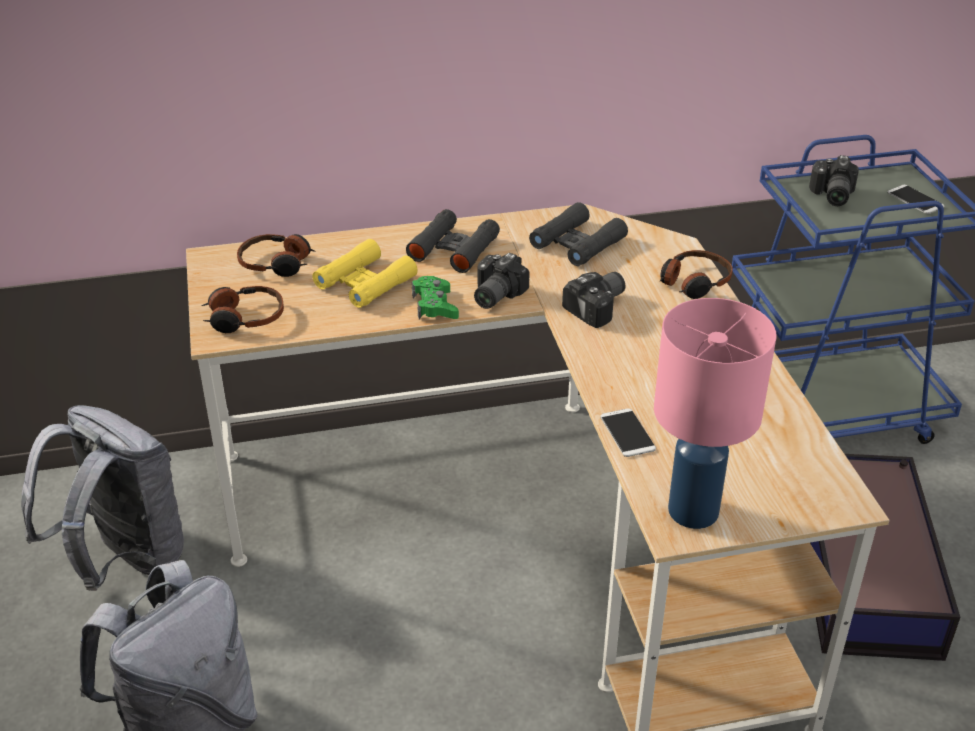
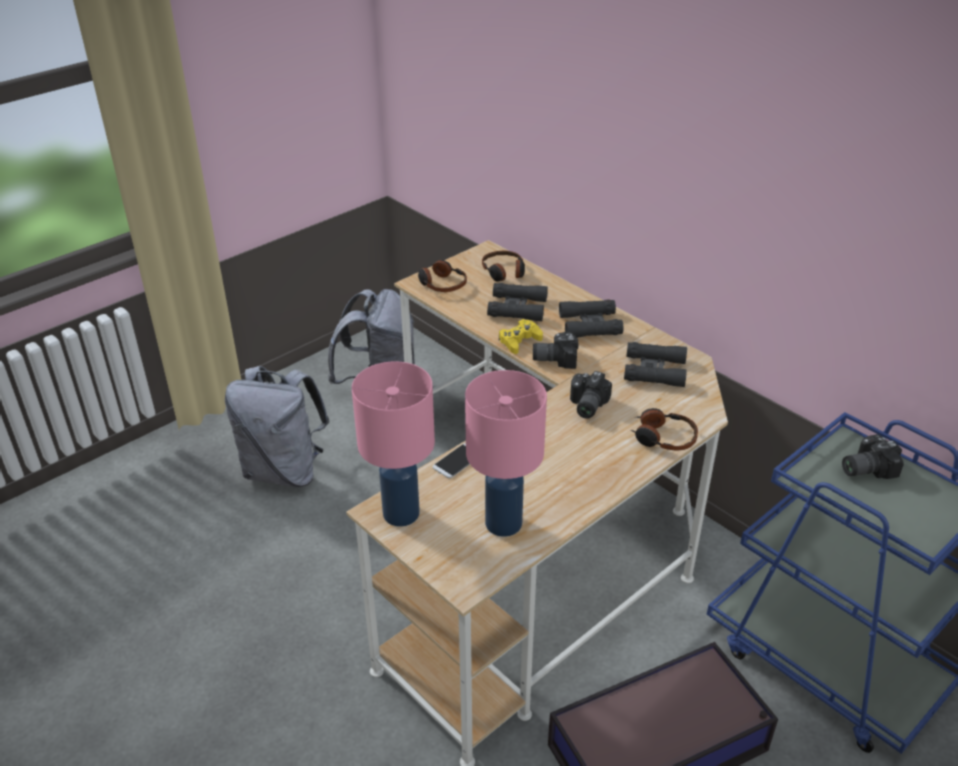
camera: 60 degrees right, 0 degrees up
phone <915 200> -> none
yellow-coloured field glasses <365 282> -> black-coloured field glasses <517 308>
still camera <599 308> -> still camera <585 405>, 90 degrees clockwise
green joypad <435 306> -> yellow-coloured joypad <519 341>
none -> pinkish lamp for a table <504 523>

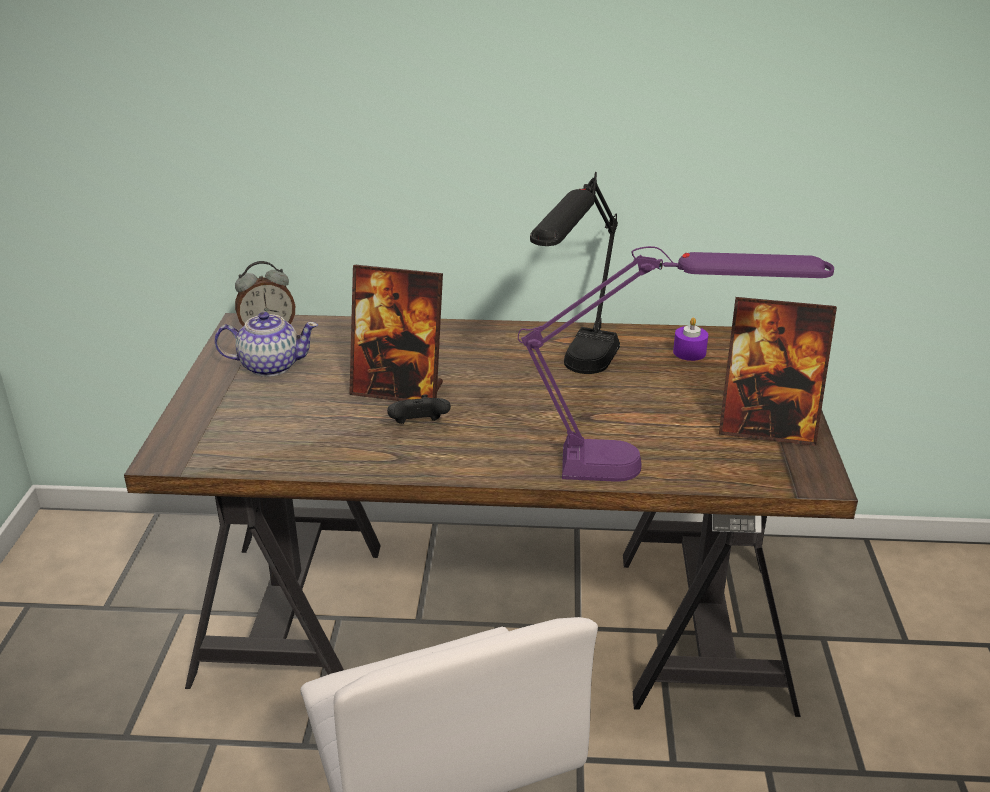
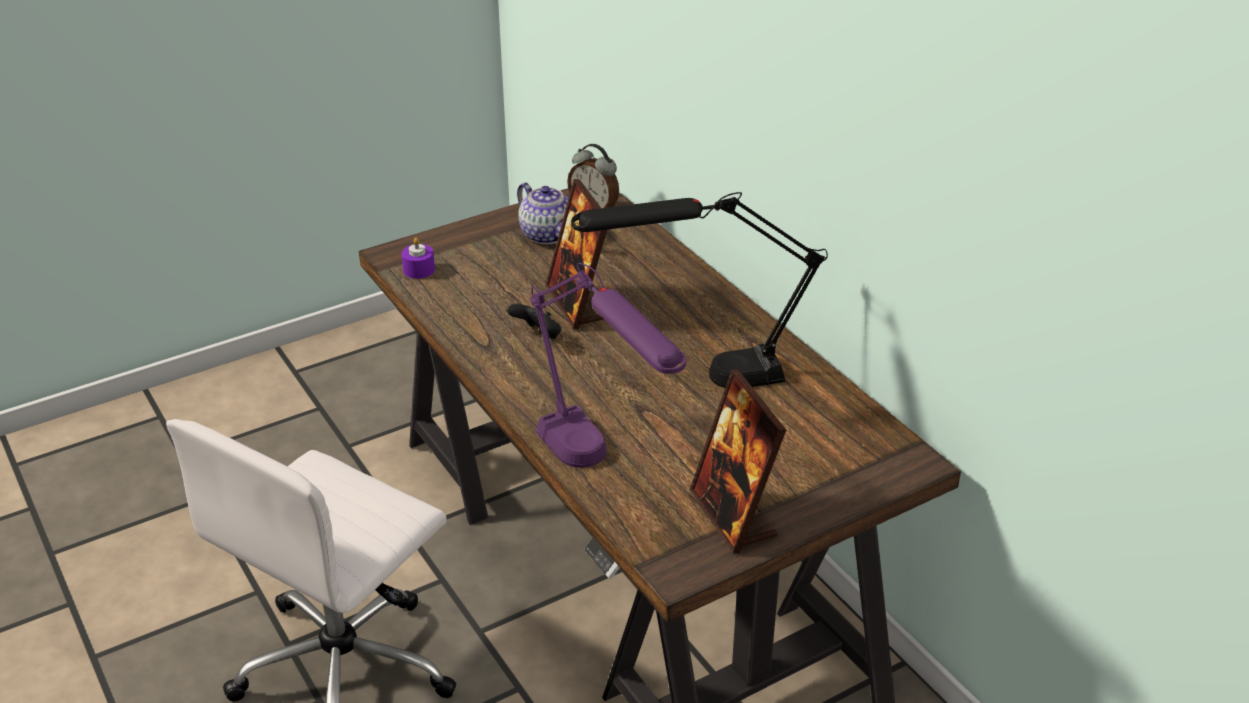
camera: 55 degrees right, 5 degrees up
purplish candle <689 352> -> purplish candle <419 270>, move

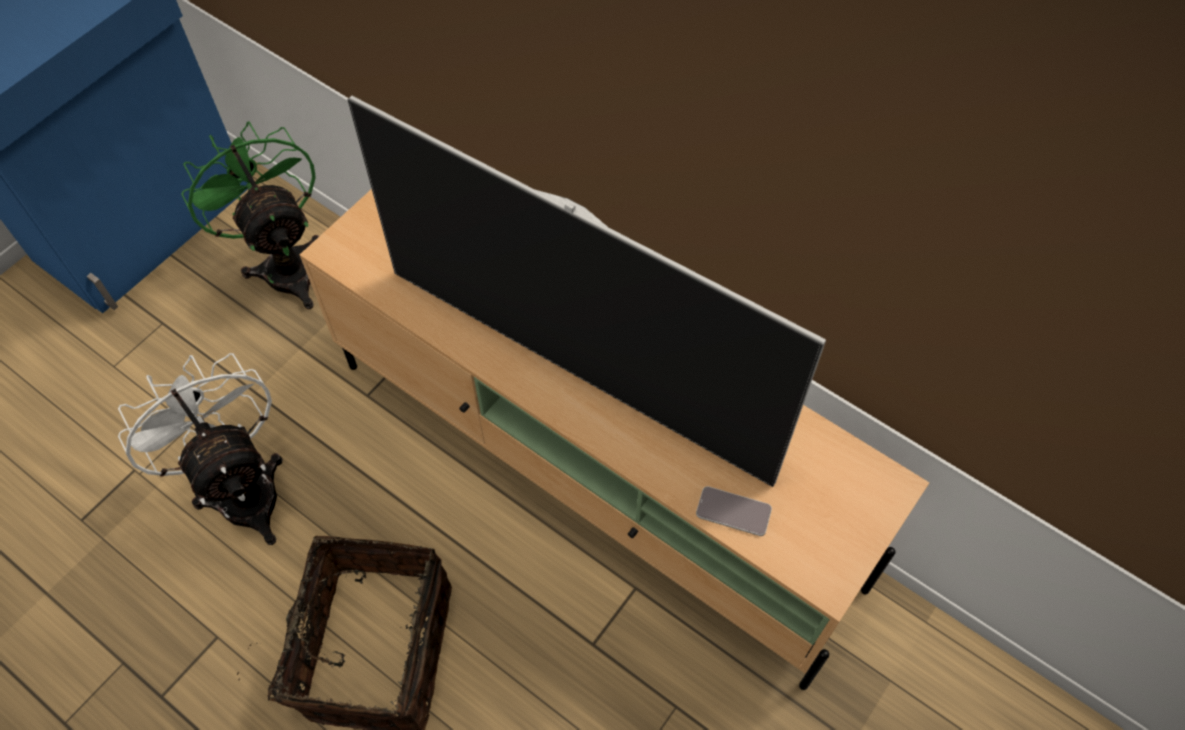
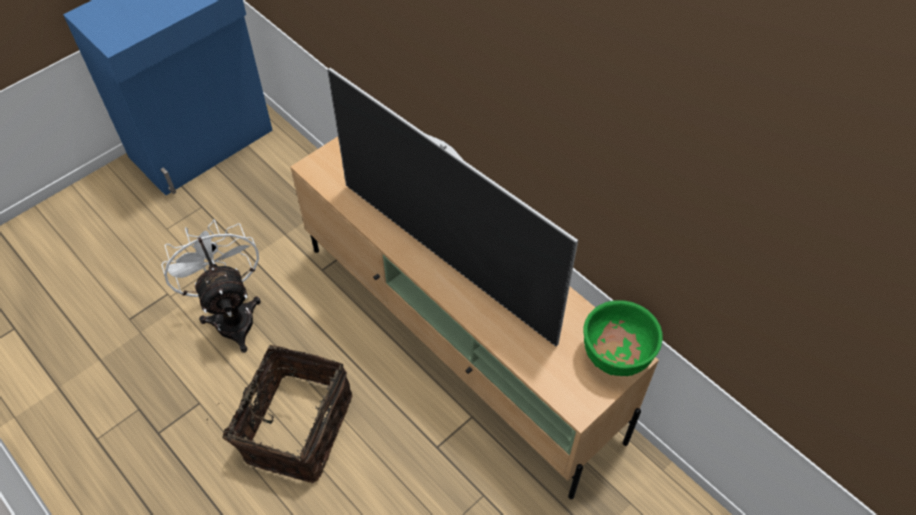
camera: 10 degrees right, 5 degrees down
green fan <285 263> -> none
phone <733 512> -> none
none -> green deep dish <617 355>

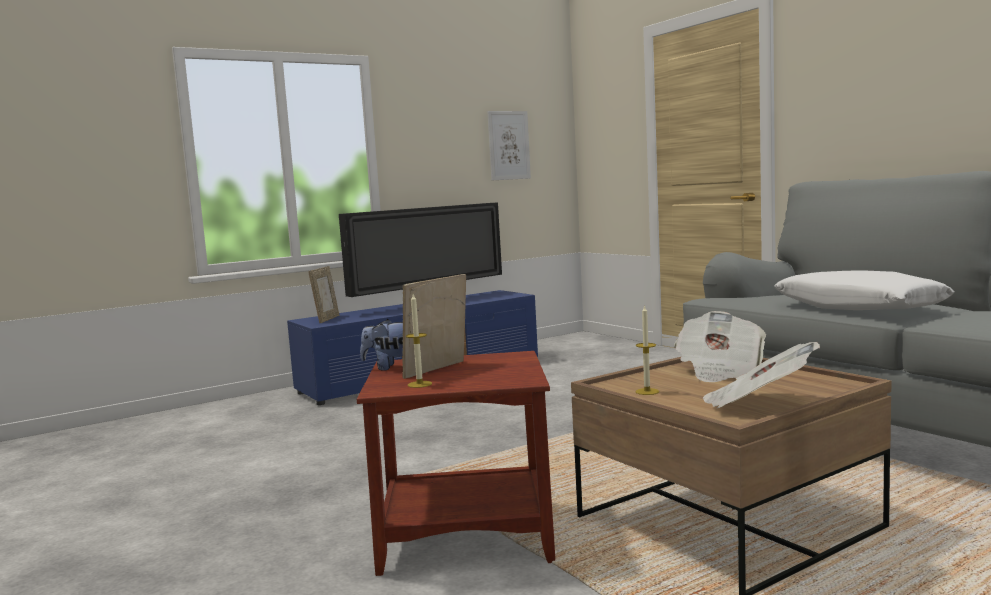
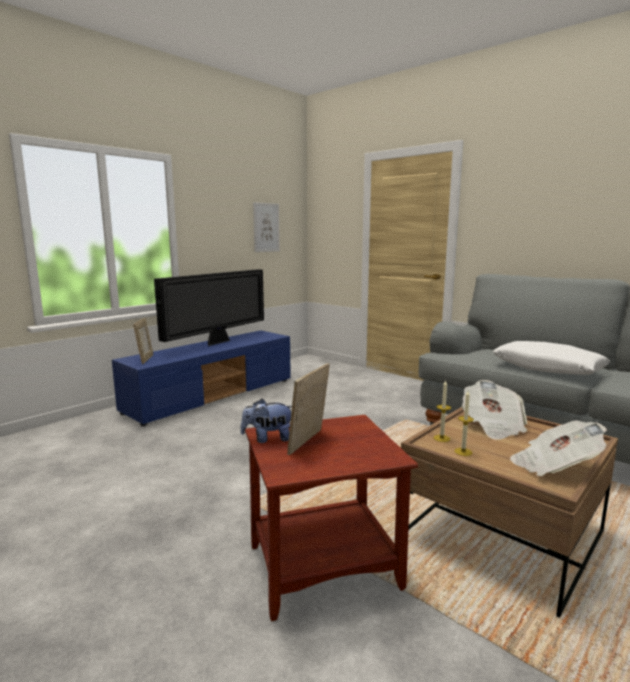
camera: 15 degrees left, 5 degrees up
candle <419 384> -> candle <441 438>, move

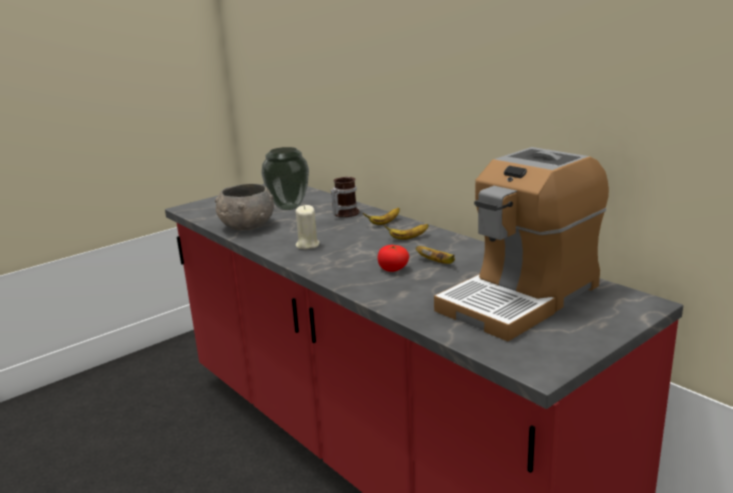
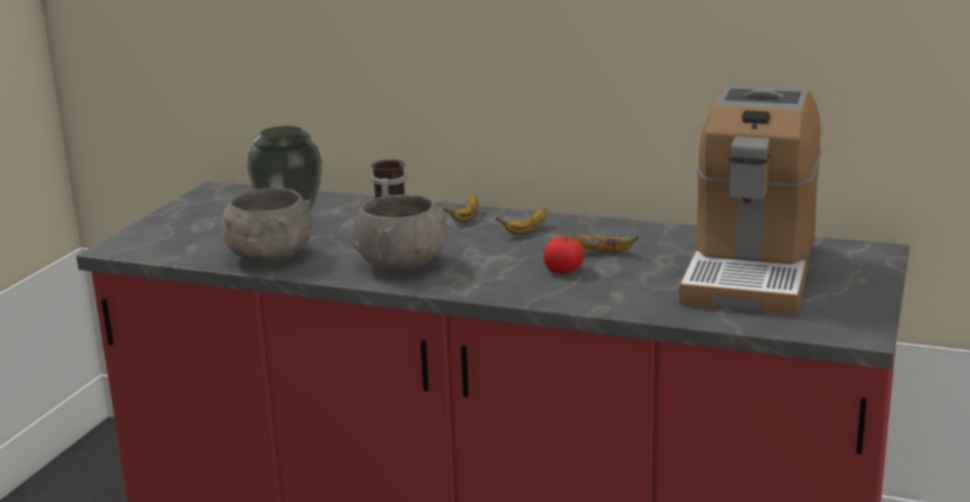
camera: 30 degrees left, 0 degrees up
sand-coloured candle <307 245> -> grey deep dish <403 263>

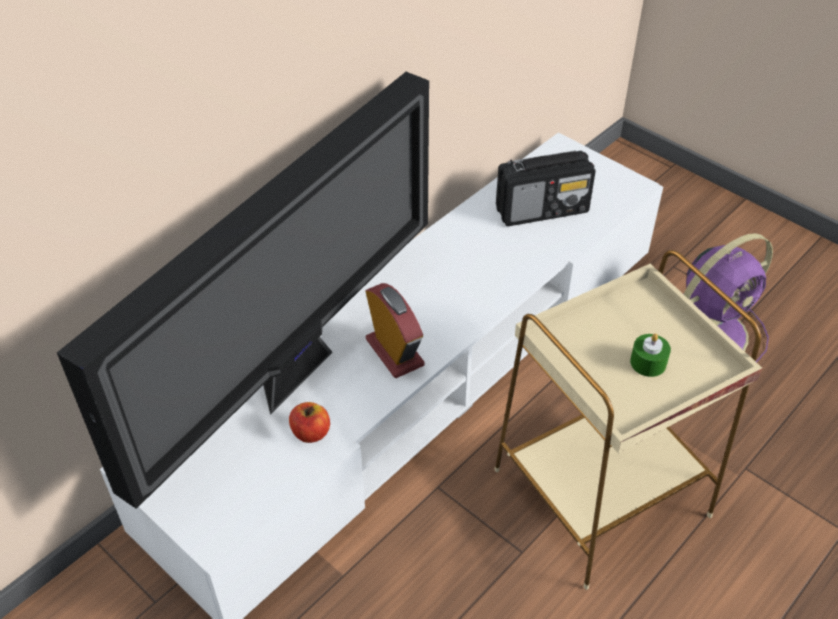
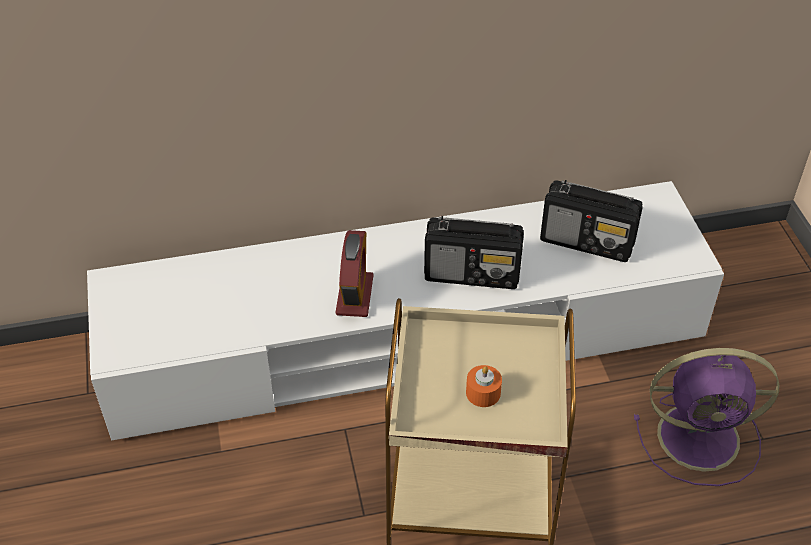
camera: 35 degrees right, 0 degrees up
television <296 372> -> none
green candle <648 362> -> orange candle <483 393>
whole apple <310 433> -> none
none -> radio <473 274>

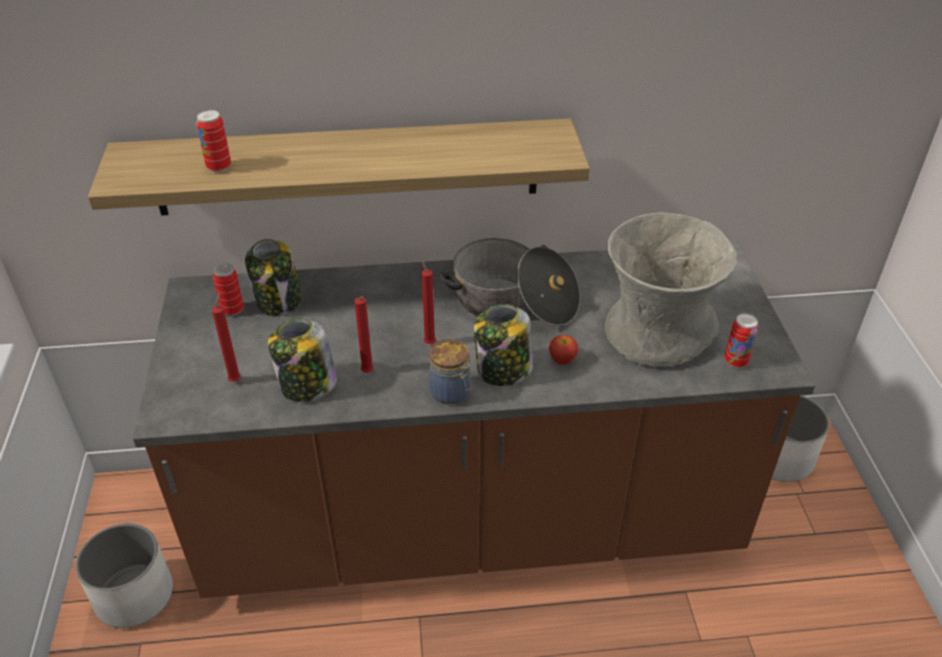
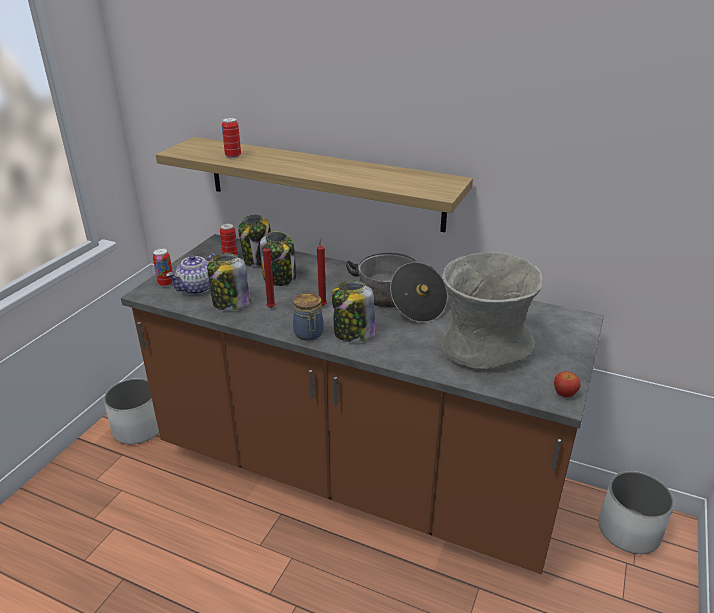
camera: 30 degrees right, 10 degrees down
red candle <236 379> -> teapot <197 288>
sealed can <736 361> -> sealed can <166 283>, move
whole apple <562 360> -> whole apple <564 394>, move
none -> storage jar <280 278>

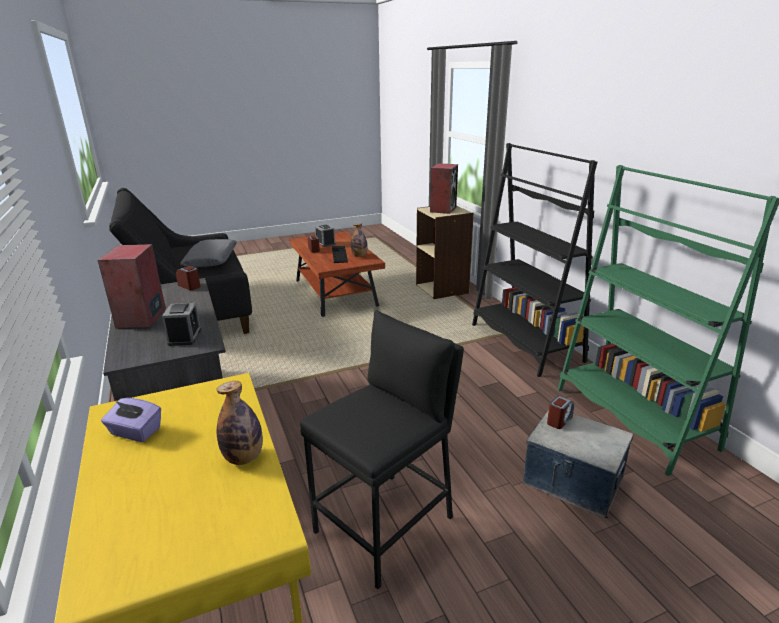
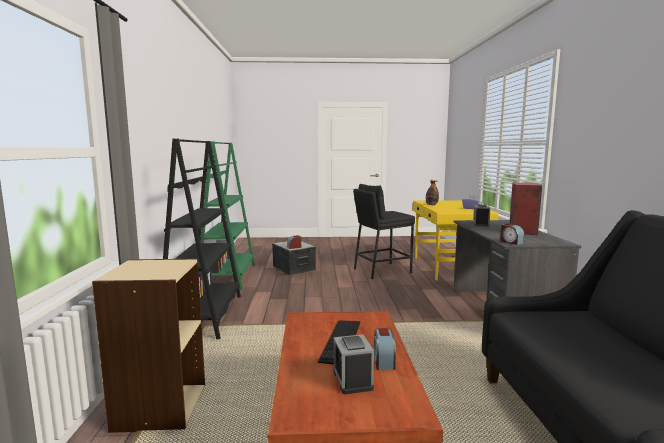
camera: 160 degrees left, 15 degrees down
speaker <443 209> -> none
bottle <359 256> -> none
grey pillow <211 260> -> none

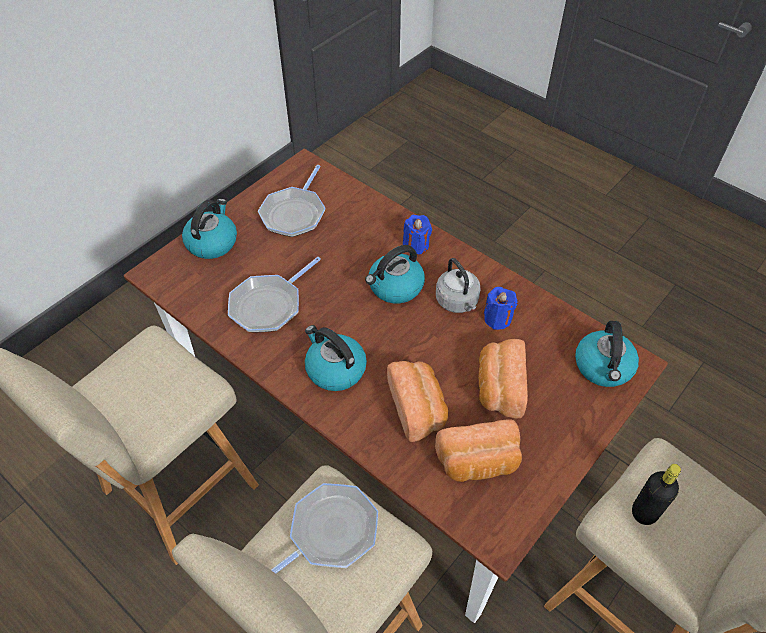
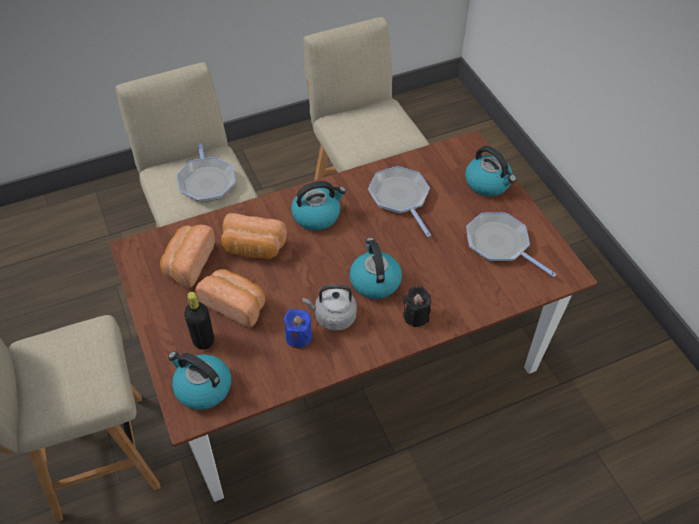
camera: 115 degrees right, 0 degrees up
blue candle <416 245> -> black-coloured candle <415 316>
black-coloured bottle <644 512> -> black-coloured bottle <203 340>, move

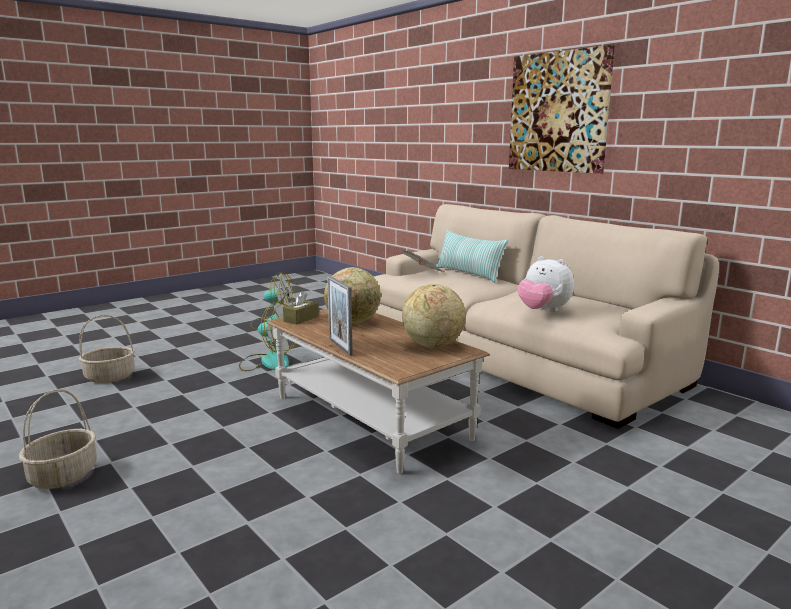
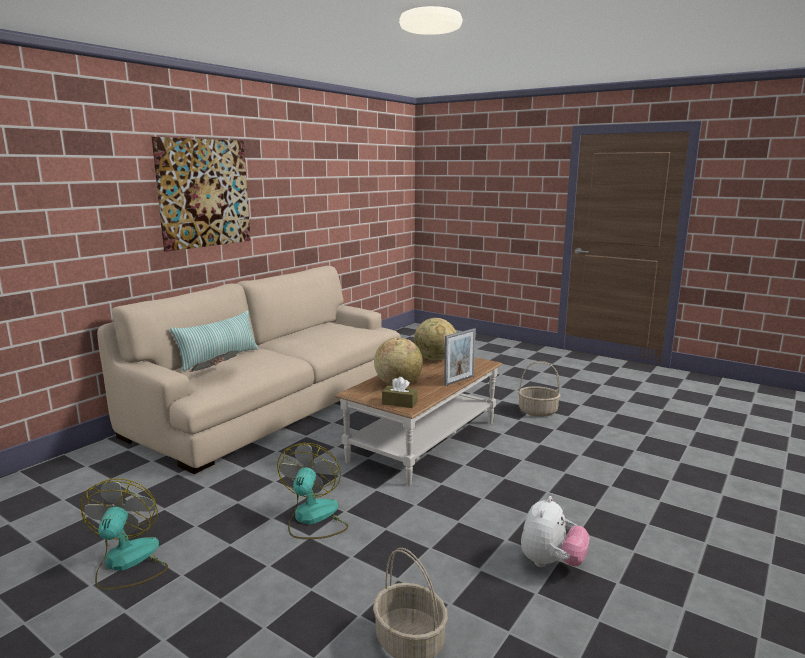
camera: 105 degrees left, 0 degrees up
plush toy <543 311> -> plush toy <551 562>, move
storage basket <63 476> -> storage basket <538 411>, move

